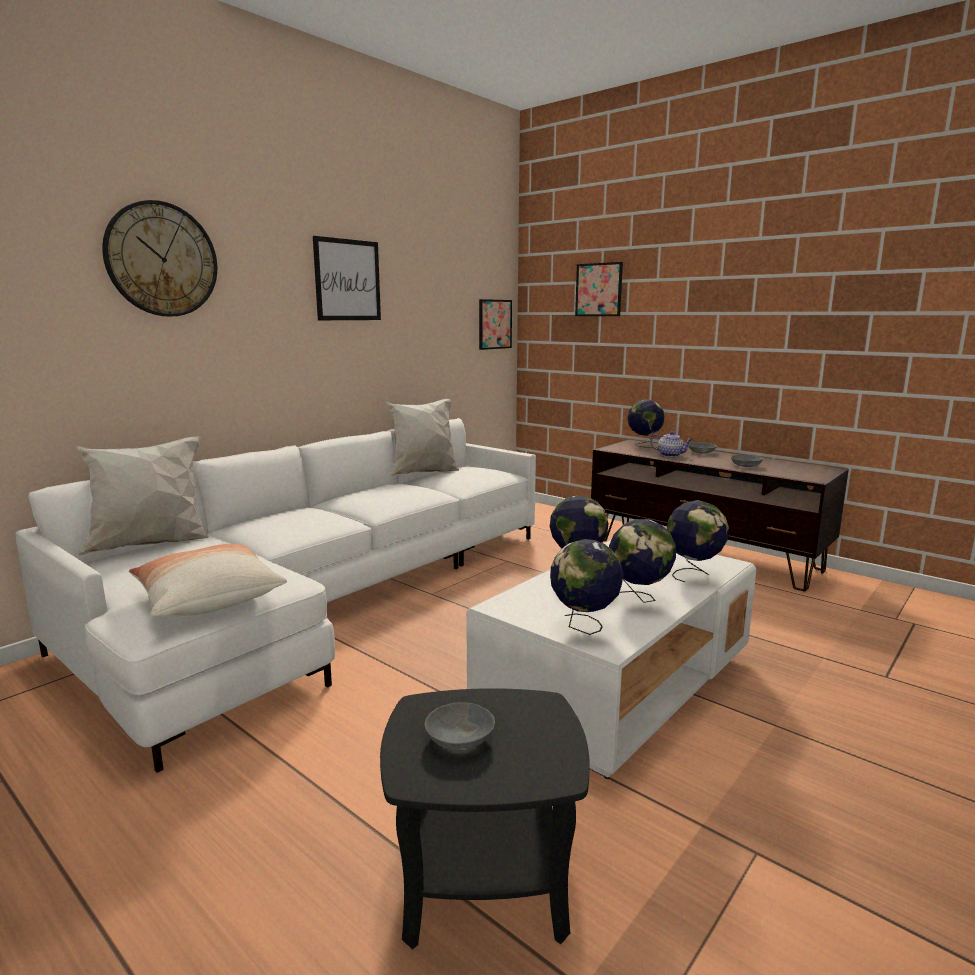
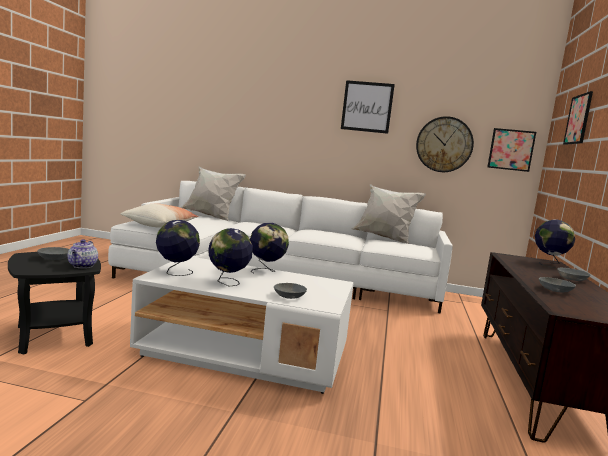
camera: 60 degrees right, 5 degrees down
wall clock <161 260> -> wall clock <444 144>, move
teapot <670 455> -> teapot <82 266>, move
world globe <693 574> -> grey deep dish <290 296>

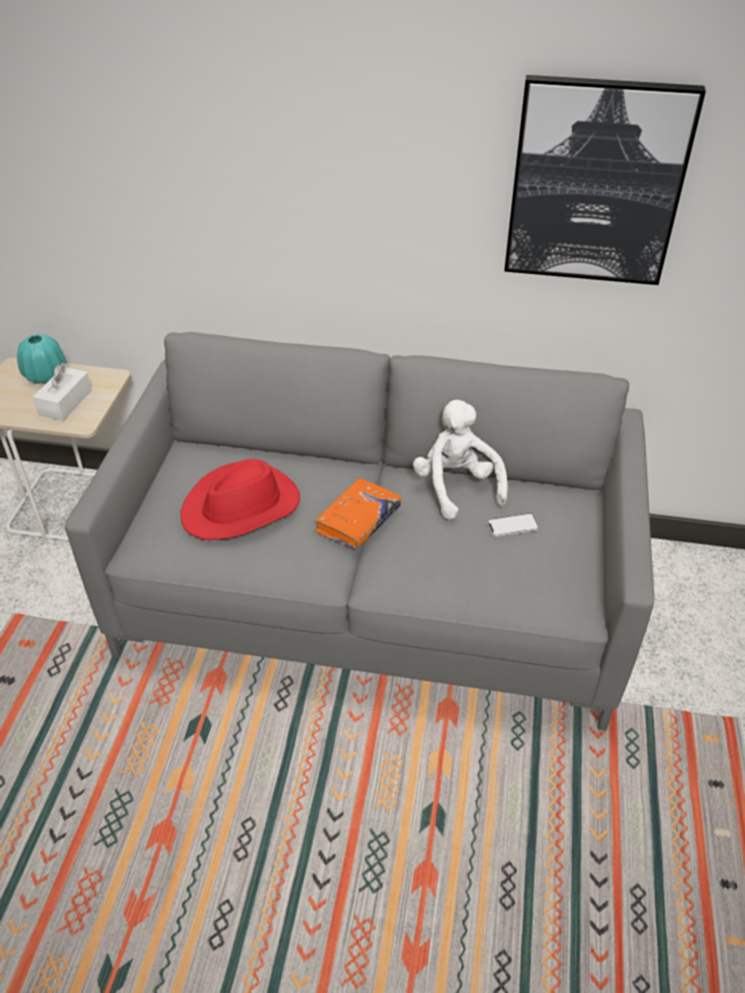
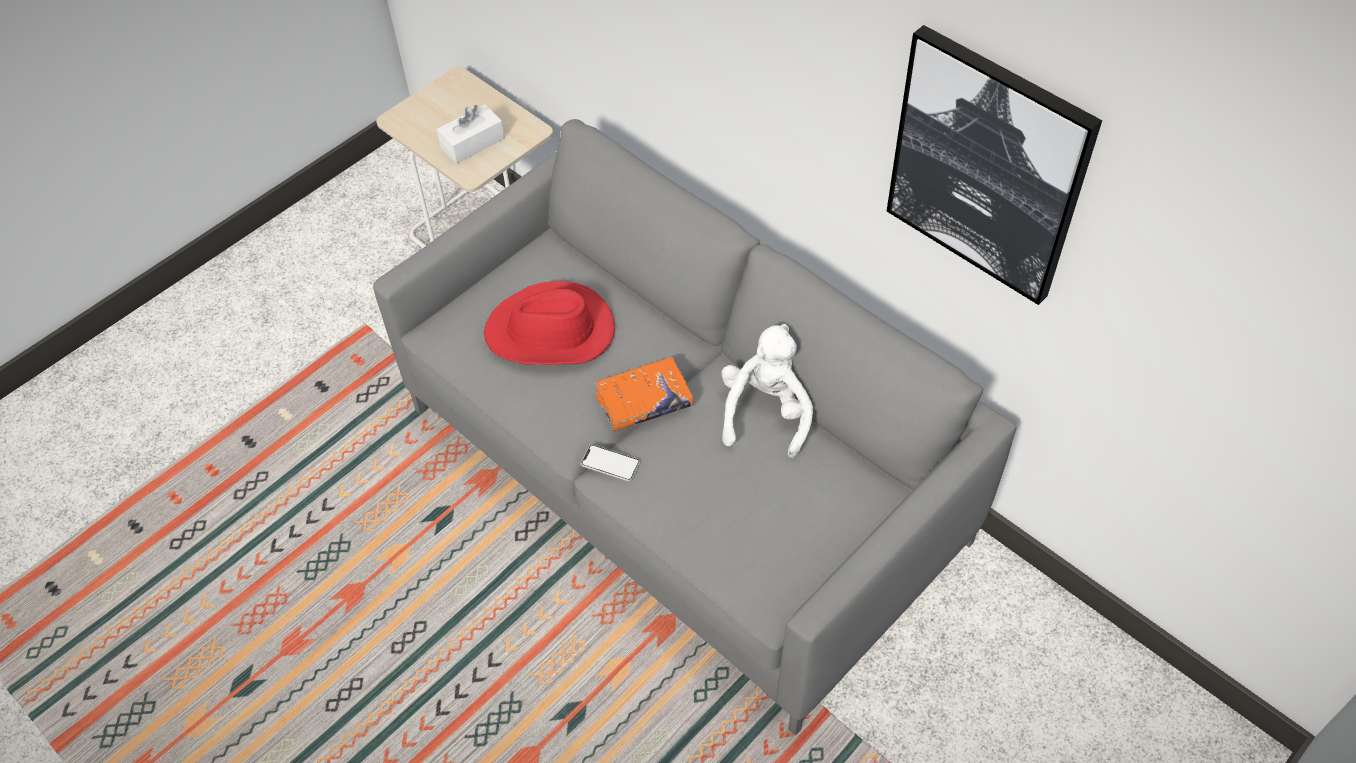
camera: 35 degrees right, 10 degrees up
blue-green flower vase <46 375> -> none
phone <512 526> -> phone <610 463>, move

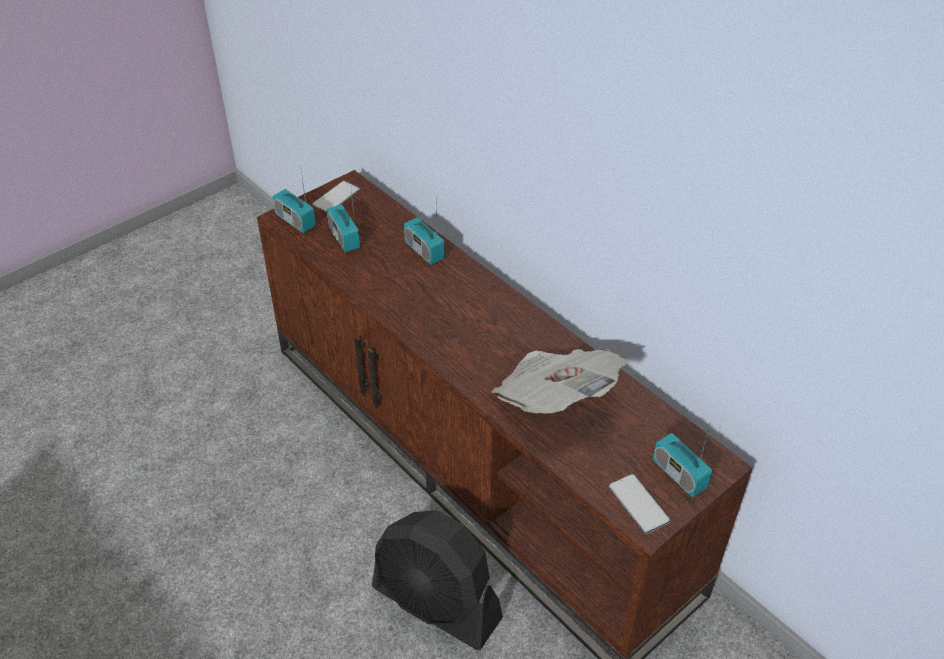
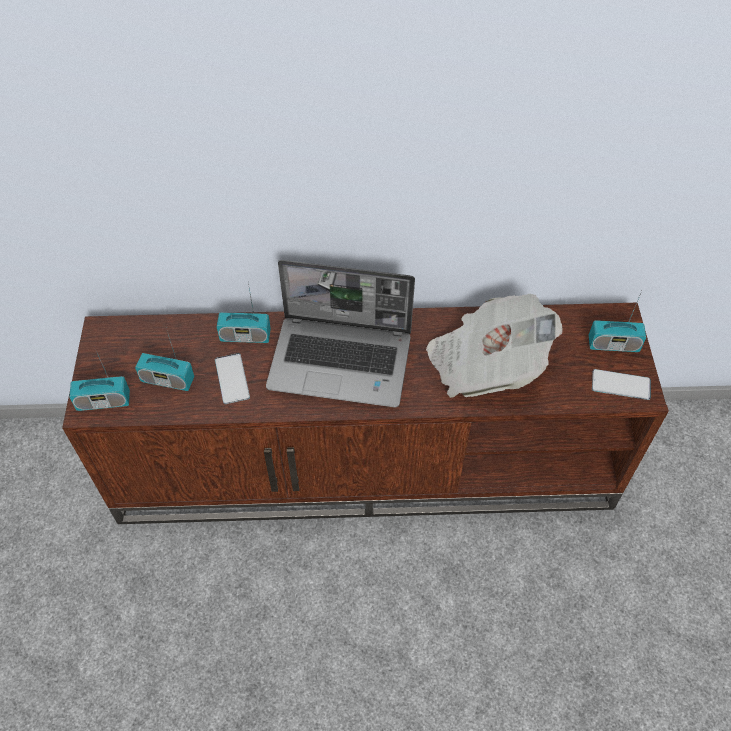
camera: 50 degrees left, 10 degrees up
phone <336 197> -> phone <232 378>, move
black-coloured fan <436 603> -> none
none -> laptop <342 361>

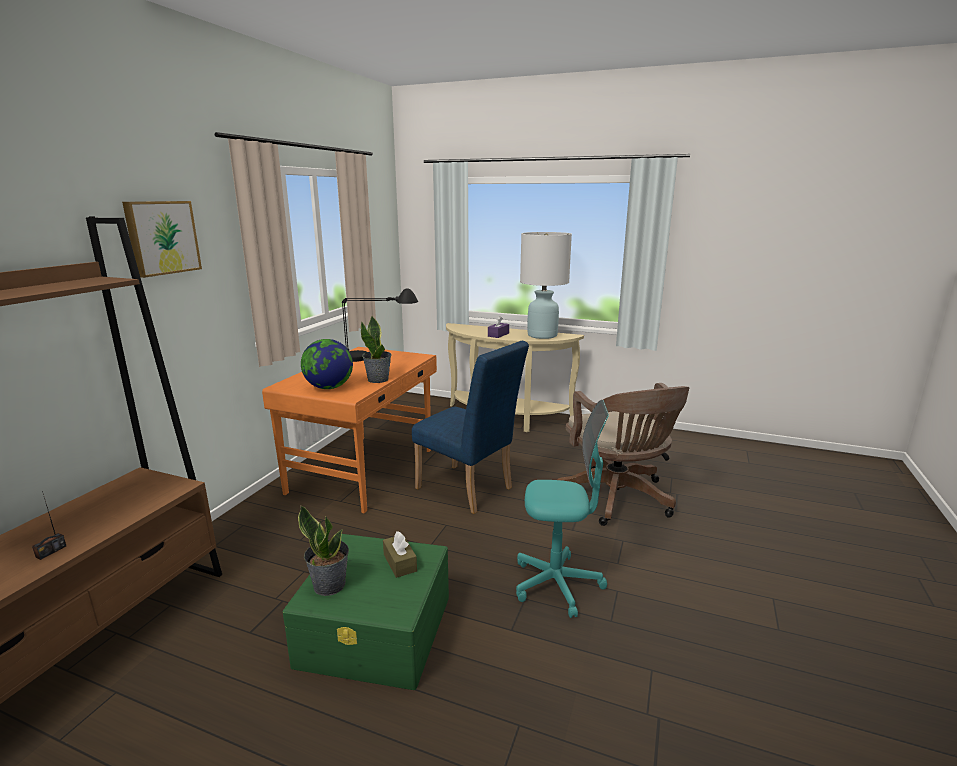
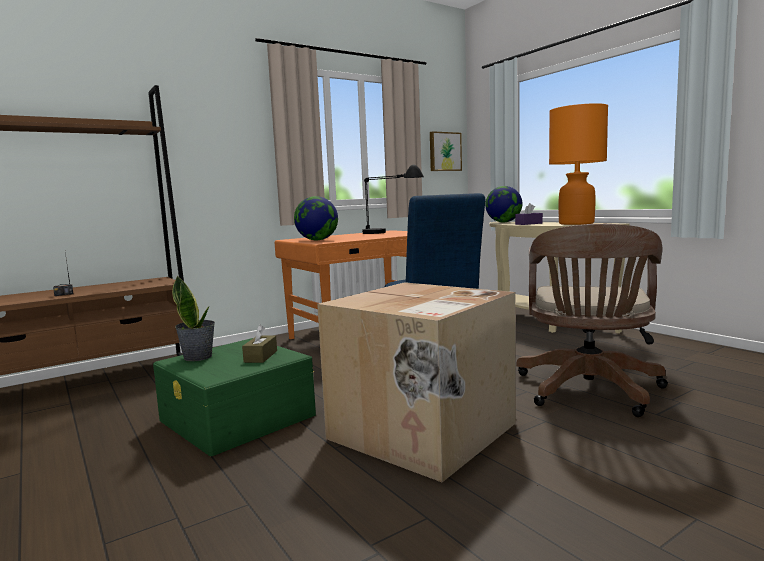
camera: 35 degrees right, 10 degrees down
picture <161 237> -> picture <444 151>, move
white-coloured lamp for a table <542 335> -> orange lamp for a table <576 223>
houseplant <378 379> -> none
blue-green computer chair <557 584> -> packing box <422 432>
none -> world globe <503 222>

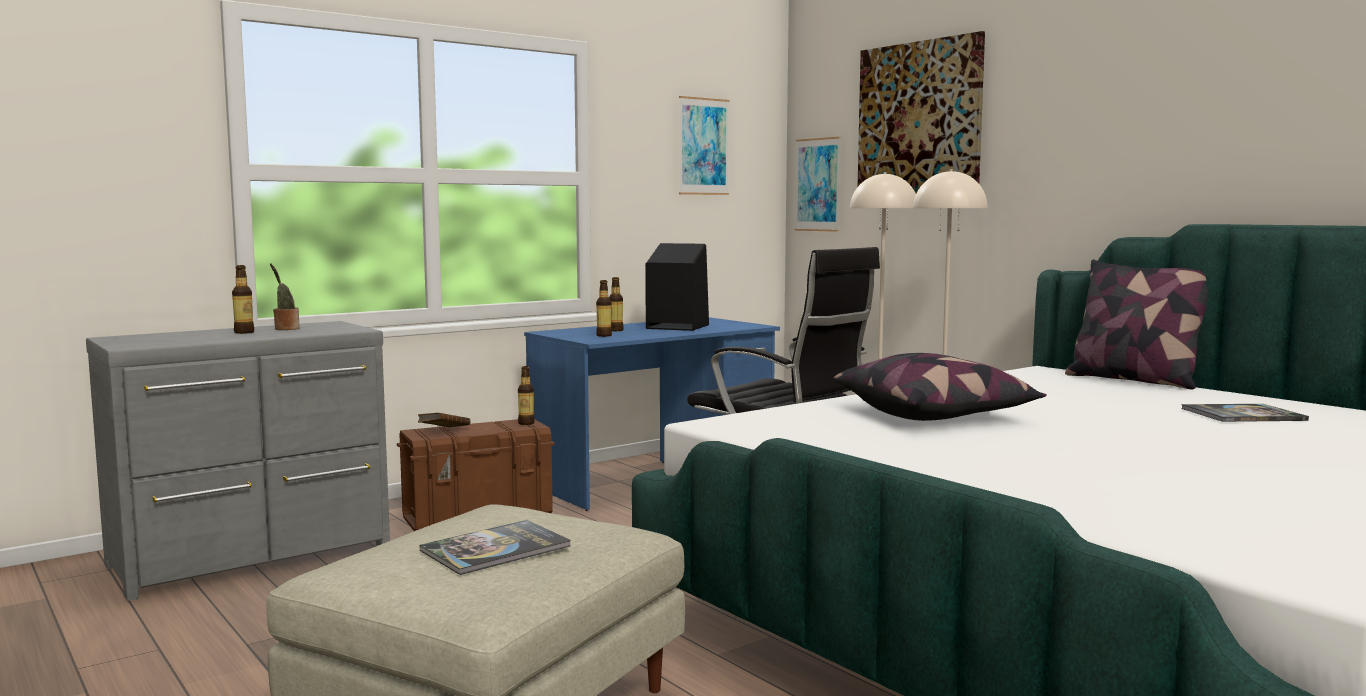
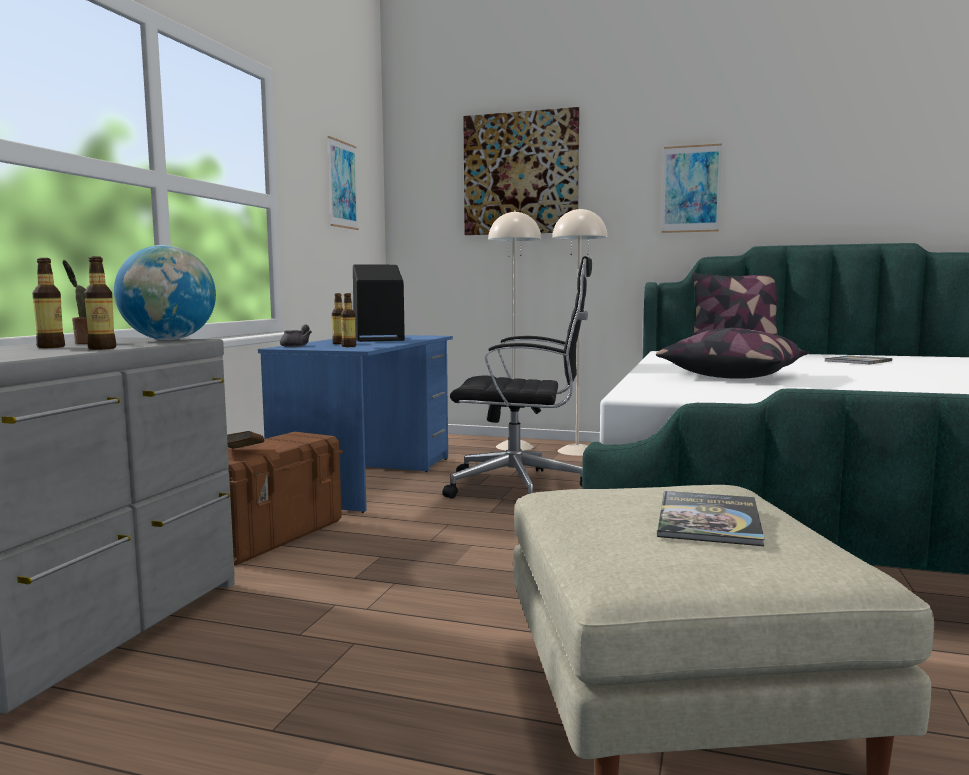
camera: 35 degrees left, 0 degrees up
picture <817 184> -> picture <691 189>, move
bottle <526 423> -> bottle <102 348>, move
none -> world globe <169 340>
none -> grey teapot <297 346>

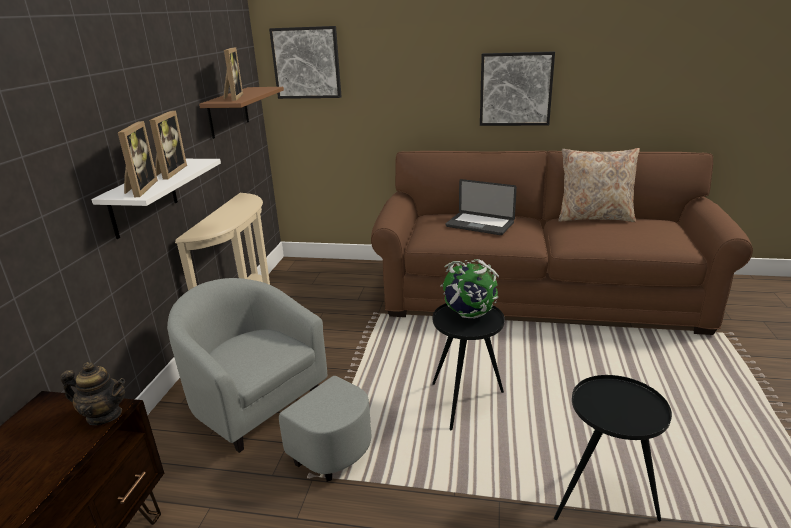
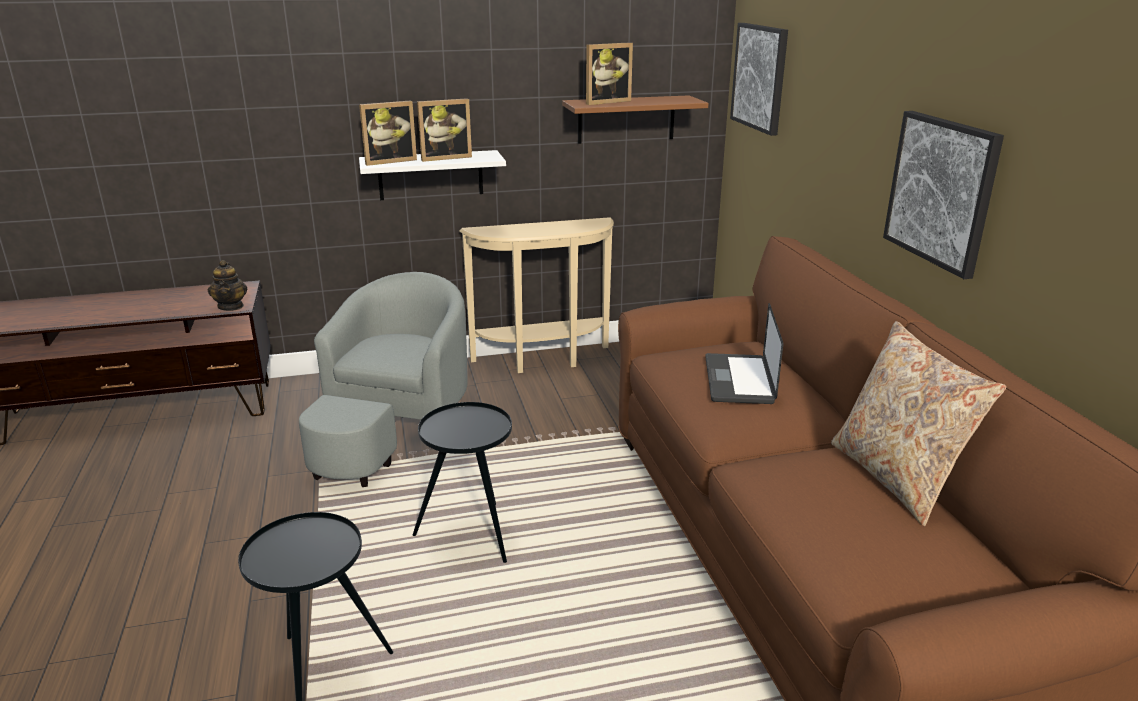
camera: 65 degrees right, 0 degrees up
world globe <469 314> -> none

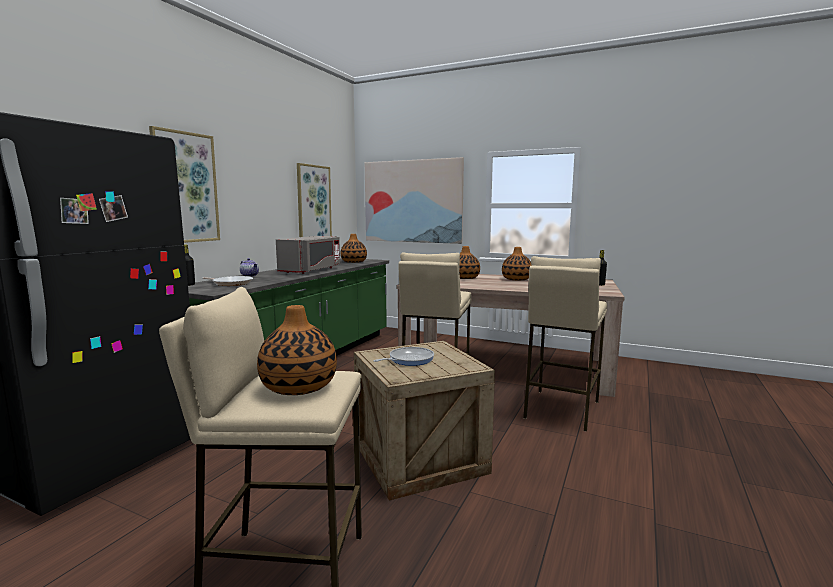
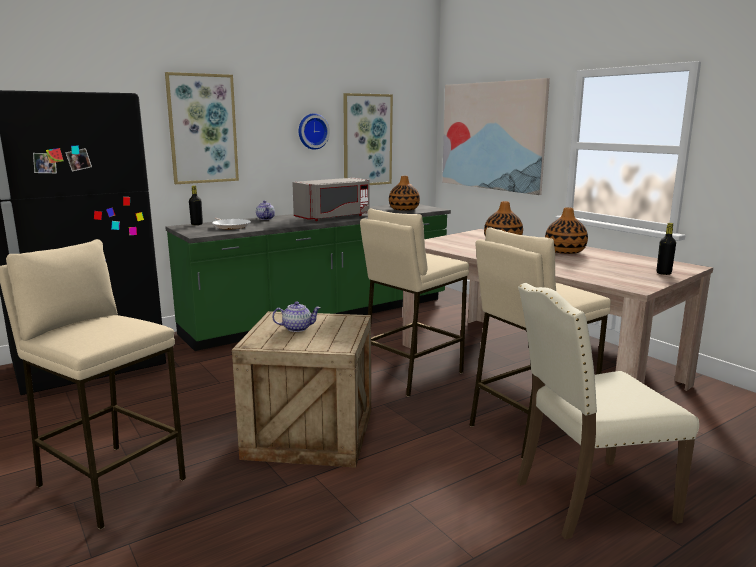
camera: 30 degrees right, 5 degrees up
flower vase <299 387> -> none
pan <409 360> -> teapot <297 328>
none -> wall clock <312 131>
none -> sand-coloured plain chair <589 499>

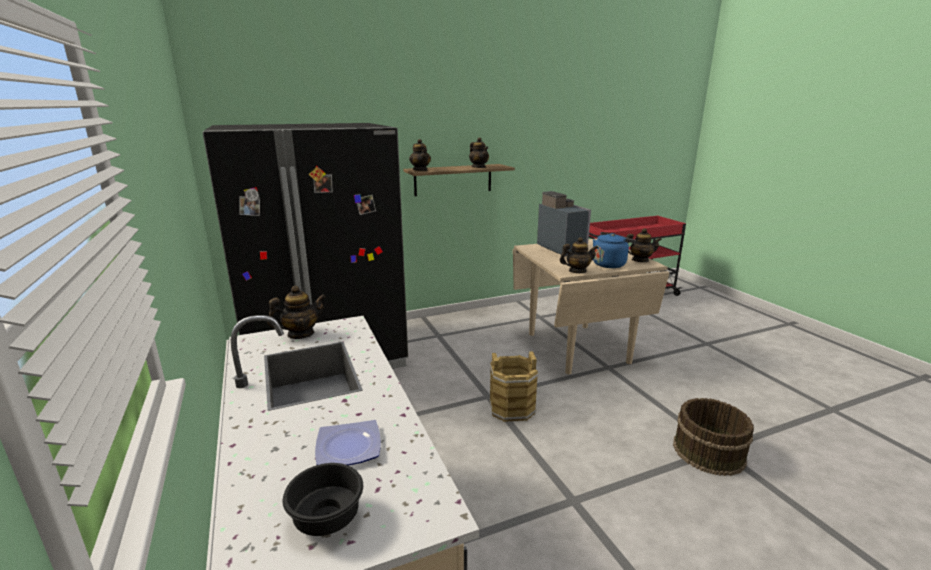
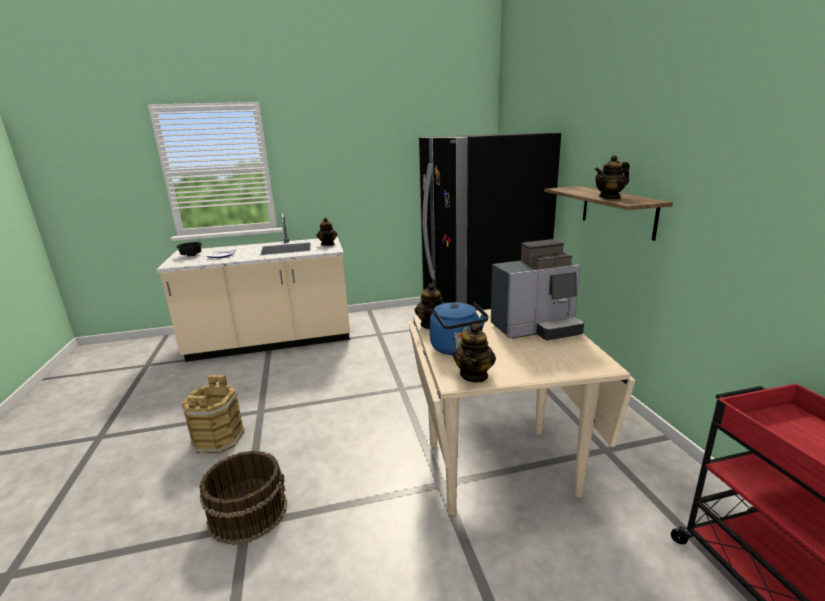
camera: 100 degrees right, 0 degrees up
teapot <420 170> -> none
brown-coloured pail <511 408> -> brown-coloured pail <219 439>, move

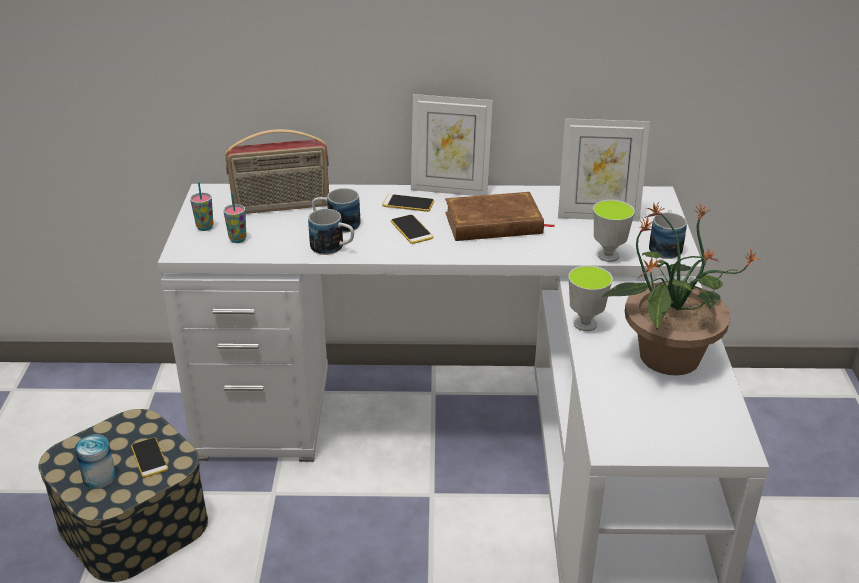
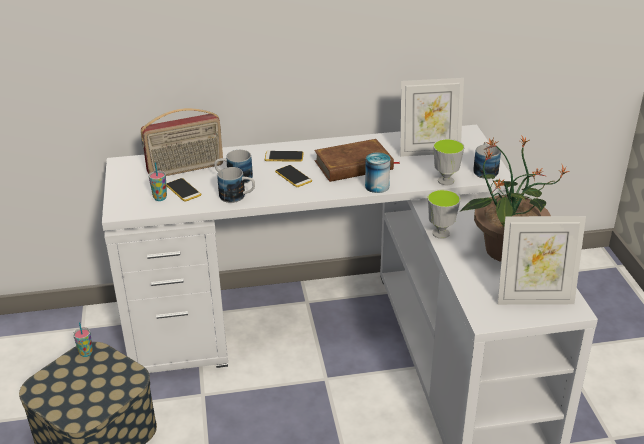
camera: 10 degrees left, 0 degrees up
picture frame <450 189> -> picture frame <534 299>, move
drinking cup <205 227> -> drinking cup <86 353>, move
sealed can <99 477> -> sealed can <377 186>, move
phone <149 458> -> phone <183 190>, move

